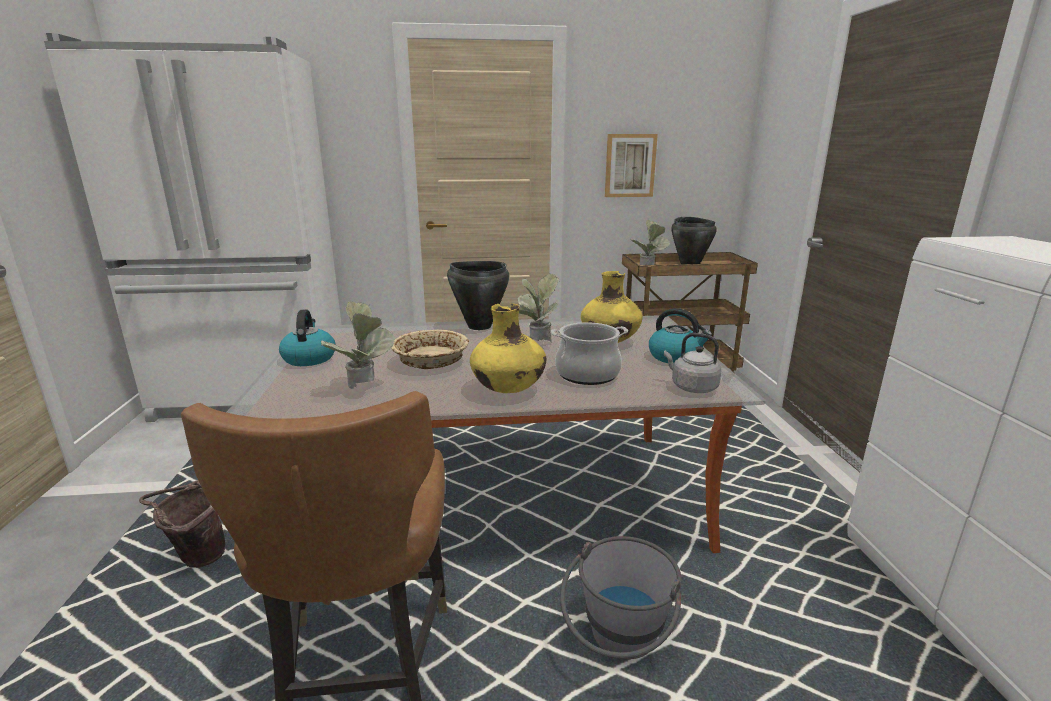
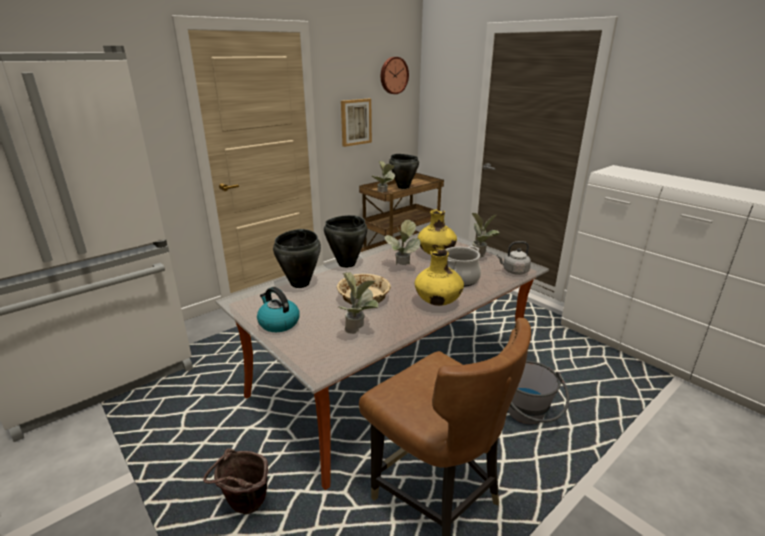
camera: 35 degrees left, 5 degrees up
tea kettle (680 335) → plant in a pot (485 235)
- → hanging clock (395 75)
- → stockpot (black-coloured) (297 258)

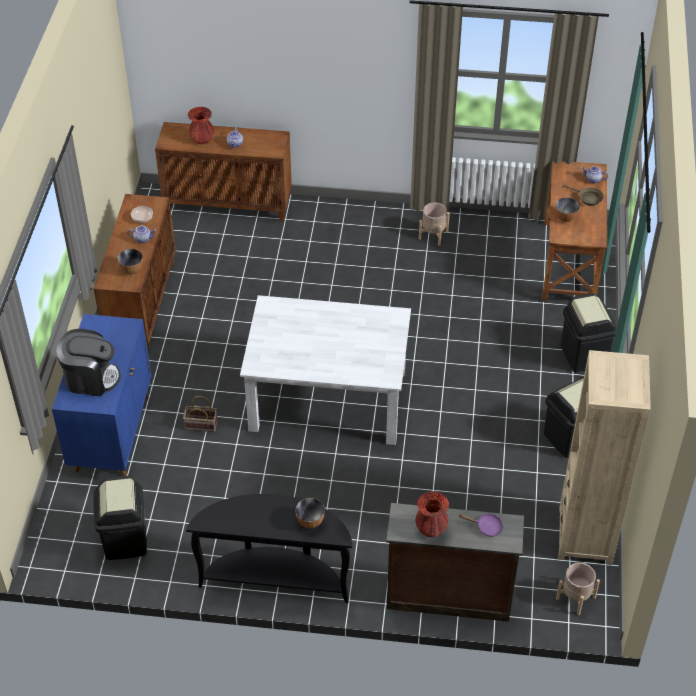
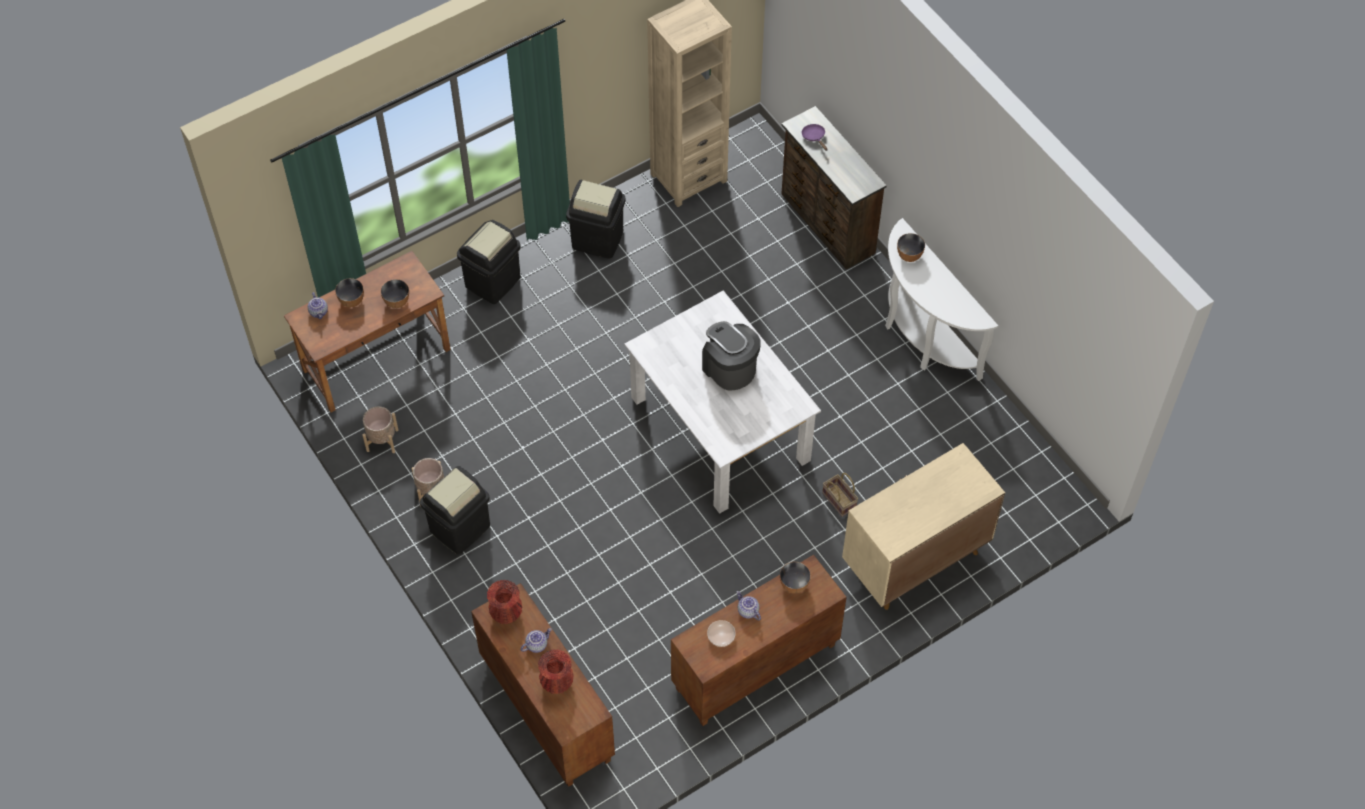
camera: 130 degrees left, 10 degrees up
skillet (brown) (584 195) → bowl (349 292)
cupboard (blue) (102 395) → cupboard (beige) (923 526)
coffee machine (88 362) → coffee machine (731 355), relocated
rubbish bin (black-coloured) (120 518) → rubbish bin (black-coloured) (455 510), relocated
flower vase (red-coloured) (432 514) → flower vase (red-coloured) (504 602), relocated
hall table (black-coloured) (269 548) → hall table (white-coloured) (941 299)
planter (beige) (578 588) → planter (beige) (380 429), relocated

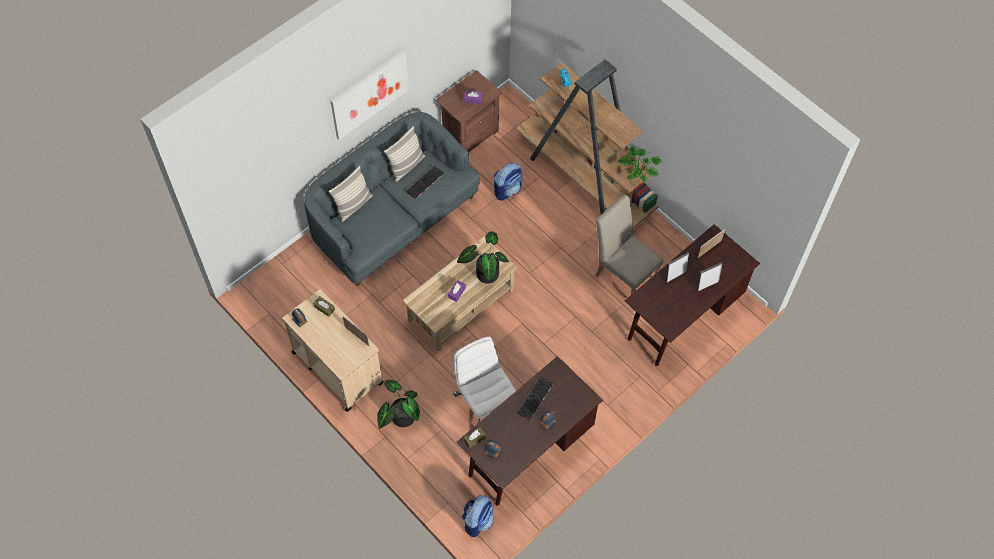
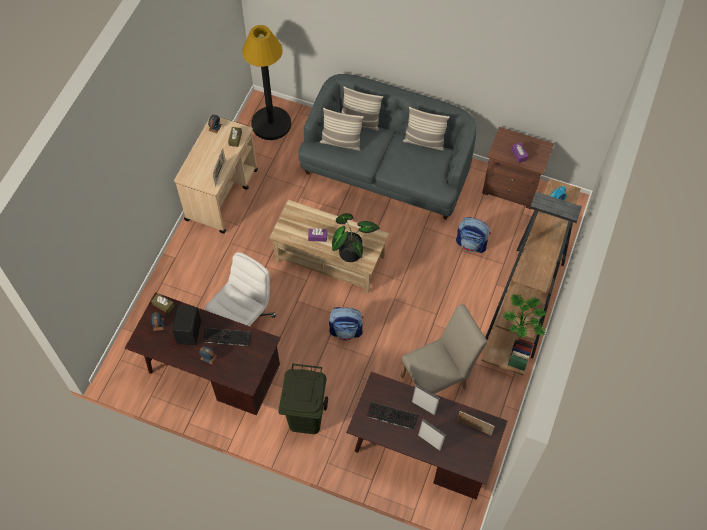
camera: 65 degrees right, 0 degrees up
wall picture (369 95) → -
PC keyboard (425 182) → PC keyboard (392 415), relocated
chair (beige) (629 244) → chair (beige) (444 349), 45 degrees clockwise
plant in a pot (399 404) → -
knapsack (478 515) → knapsack (346 324), relocated
- → standing lamp (black-coloured) (266 82)
- → throw pillow (342 129)
- → speaker (black-coloured) (186 325)
- → rubbish bin (greenish) (303 398)

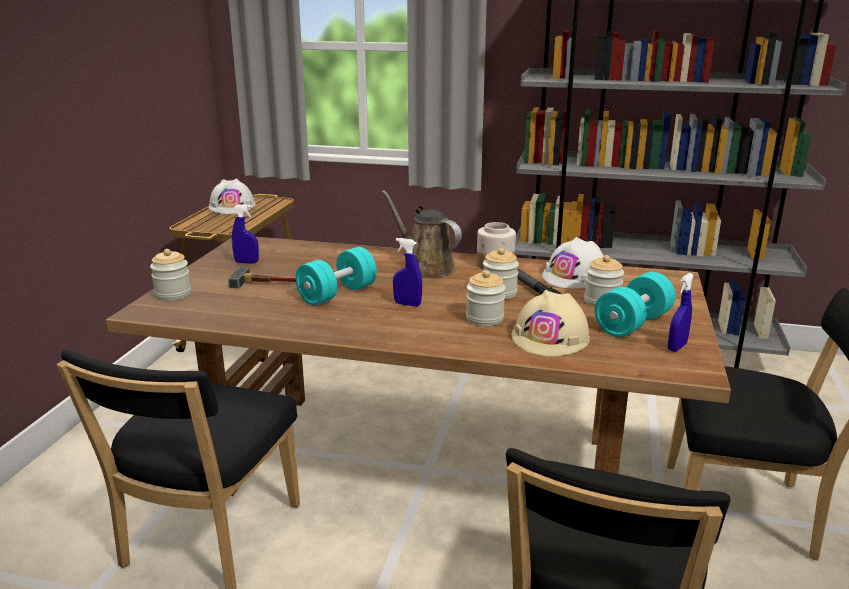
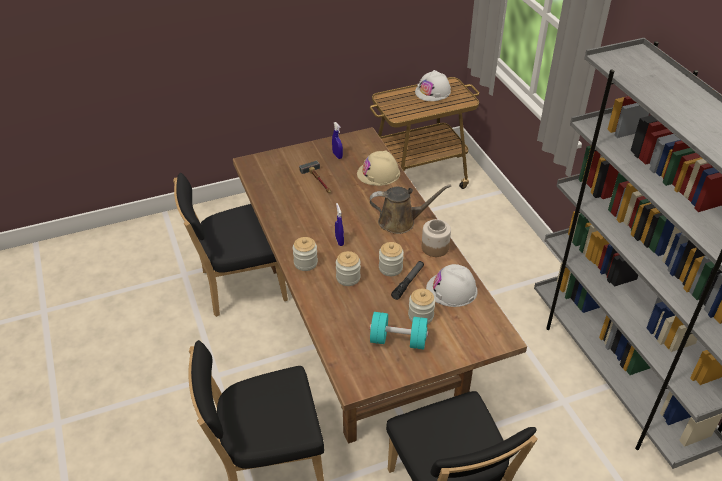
camera: 55 degrees right, 20 degrees up
watering pot (brown) (422 233) → watering pot (brown) (410 209), 75 degrees clockwise
free weight (turquoise-coloured) (336 276) → -
jar (170 275) → jar (305 254), relocated
spray bottle (blue) (681 312) → -
work helmet (beige) (550 323) → work helmet (beige) (378 168), relocated

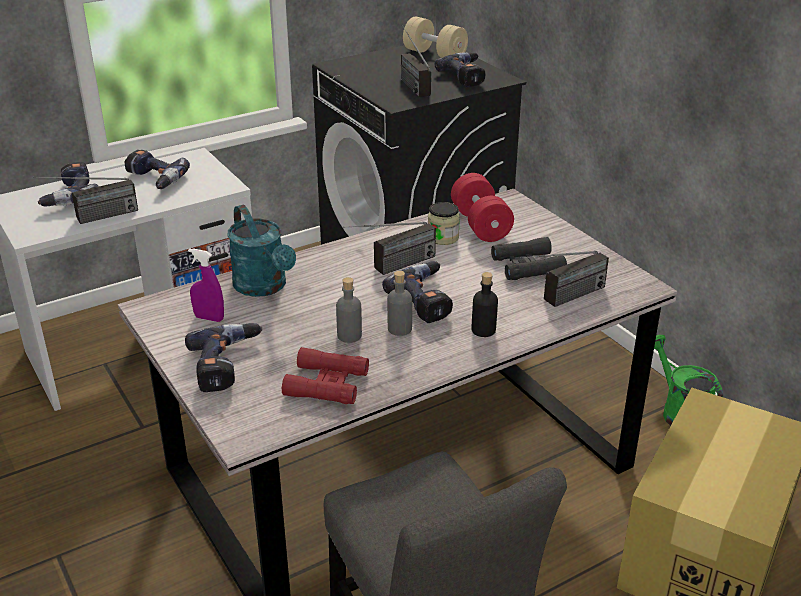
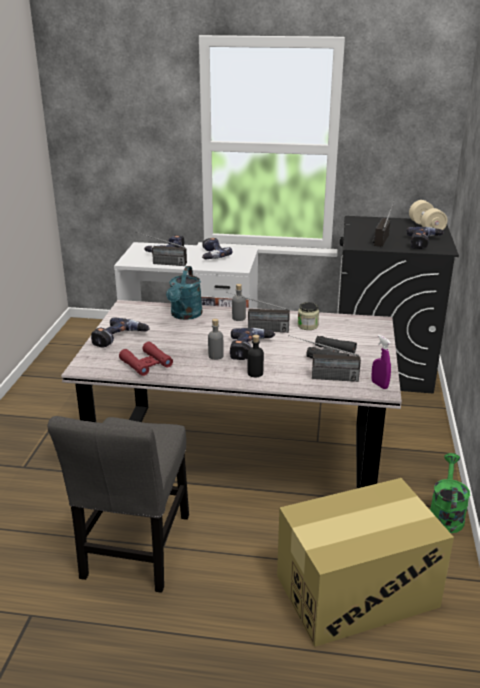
camera: 40 degrees right, 5 degrees down
free weight (red-coloured) (482 207) → -
spray bottle (purple) (206 285) → spray bottle (purple) (381 362), relocated
drink bottle (gray) (349 310) → drink bottle (gray) (239 302), relocated

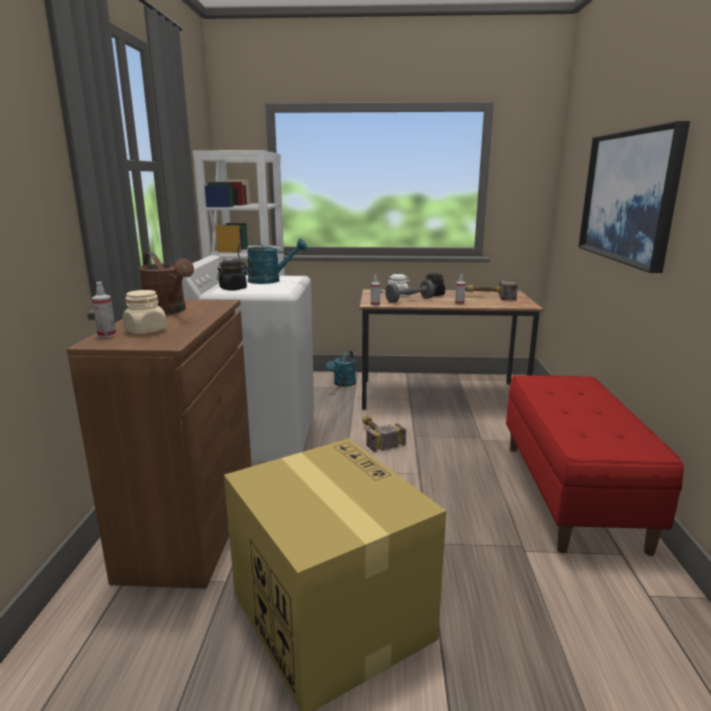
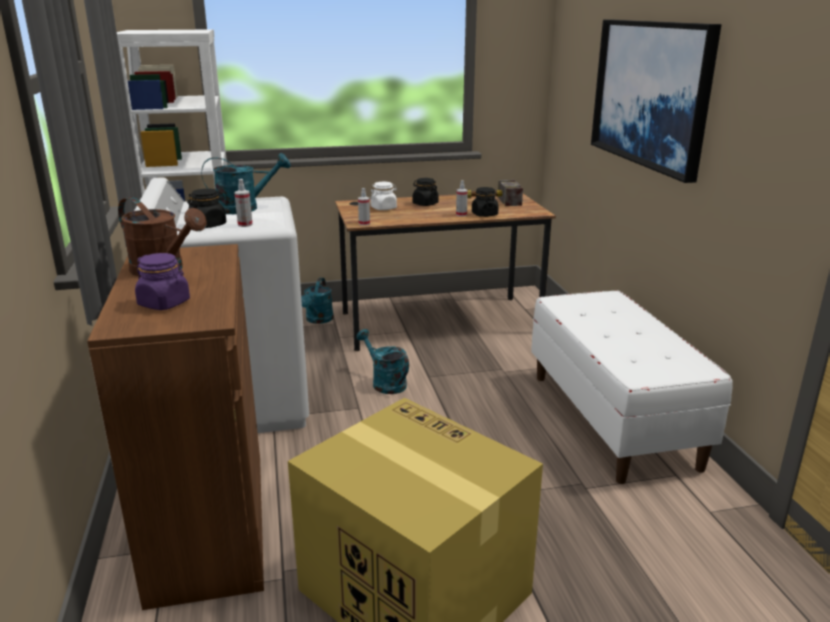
camera: 15 degrees left, 5 degrees up
free weight (gray) (410 291) → -
spray bottle (104 310) → spray bottle (243 203), relocated
jar (beige) (145 312) → jar (purple) (162 281)
bench (red-coloured) (595 465) → bench (white-coloured) (632 387)
hand hammer (384 434) → watering pot (turquoise-coloured) (382 361)
- → jar (black-coloured) (485 202)

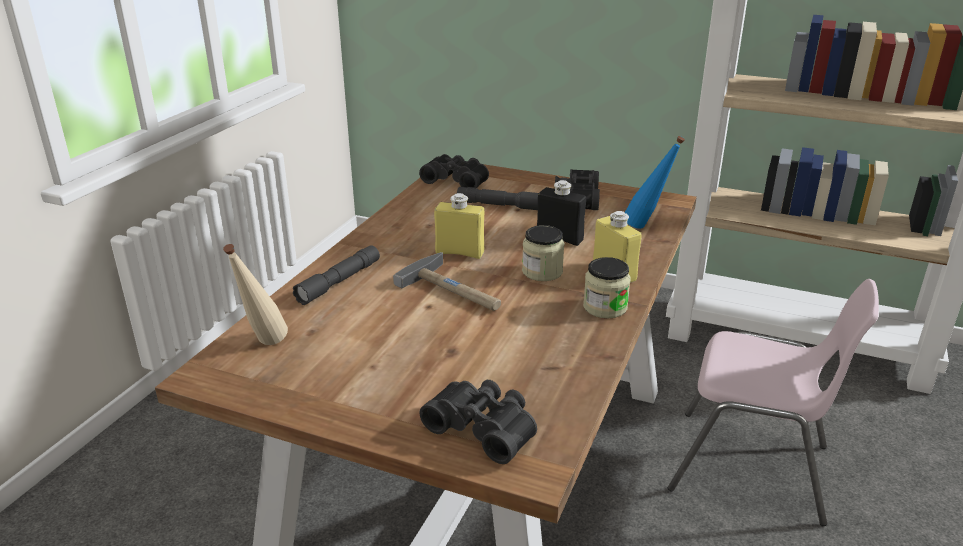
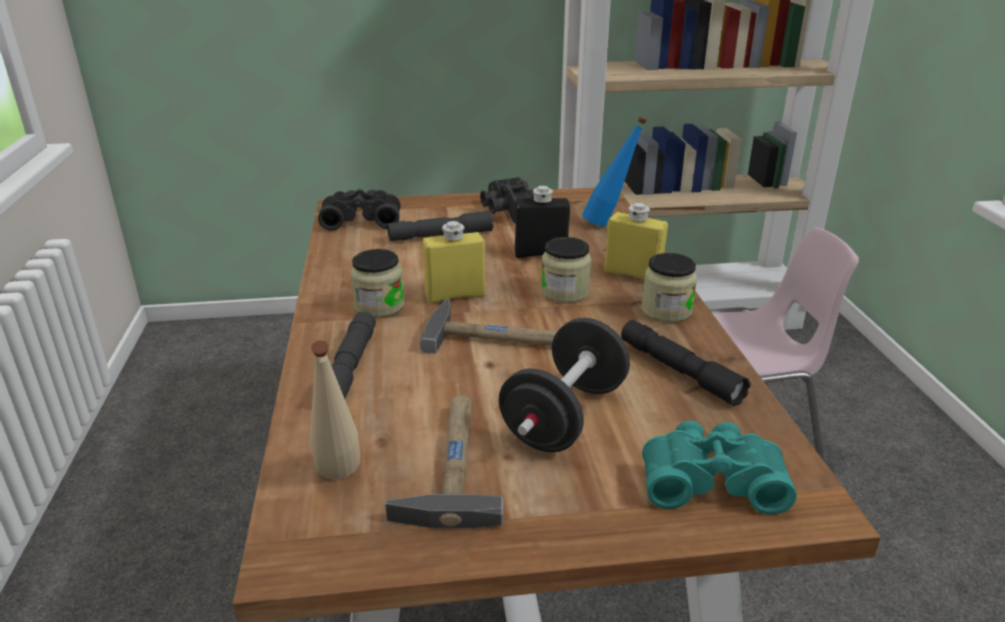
camera: 30 degrees left, 0 degrees up
field glasses (black-coloured) (478 422) → field glasses (turquoise-coloured) (719 467)
- → jar (377 283)
- → free weight (black-coloured) (564 385)
- → flashlight (black-coloured) (686 363)
- → hand hammer (444 462)

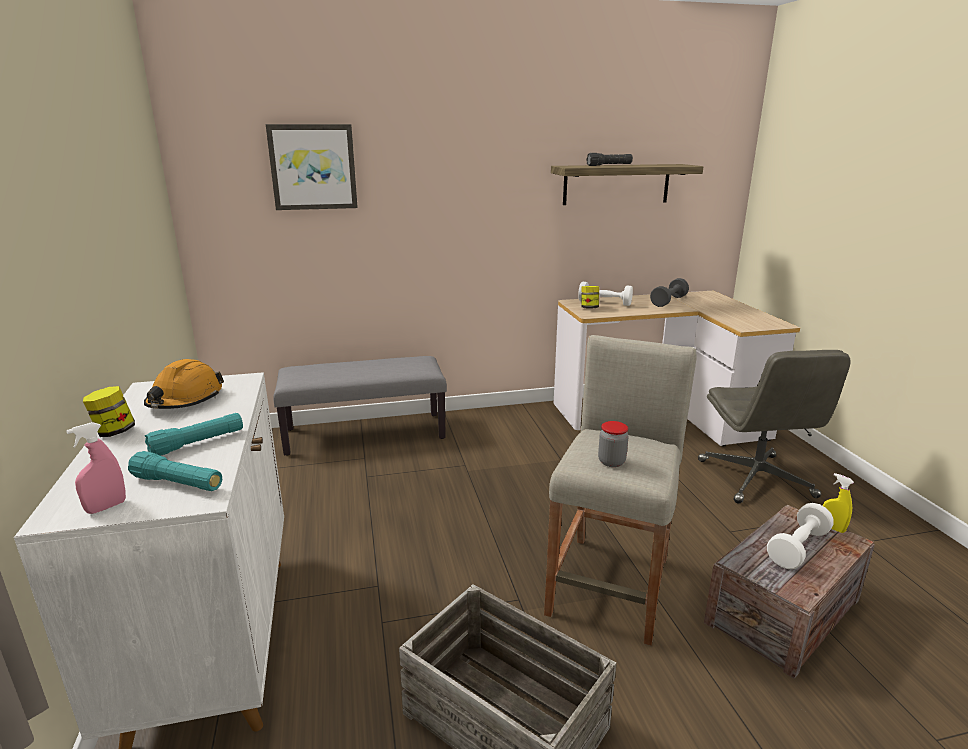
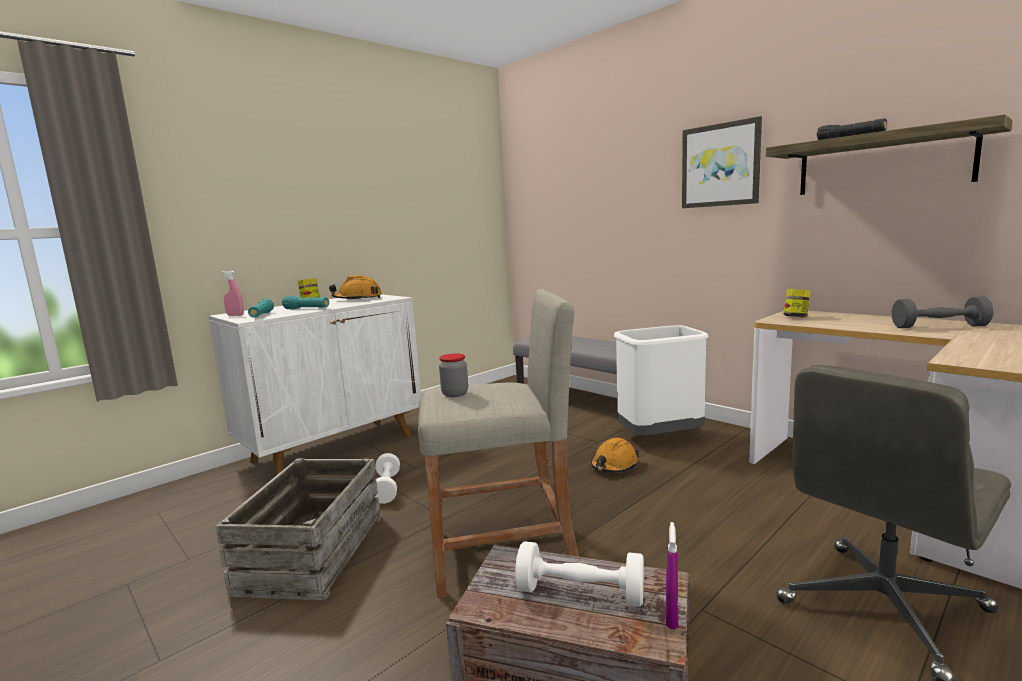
camera: 60 degrees right, 10 degrees down
wall picture (312 167) → wall picture (722 162), relocated
free weight (white-coloured) (605 294) → free weight (white-coloured) (387 478), relocated
spray bottle (yellow) (838 503) → spray bottle (purple) (672 575)
- → rubbish bin (white-coloured) (661 380)
- → work helmet (orangey) (615 455)

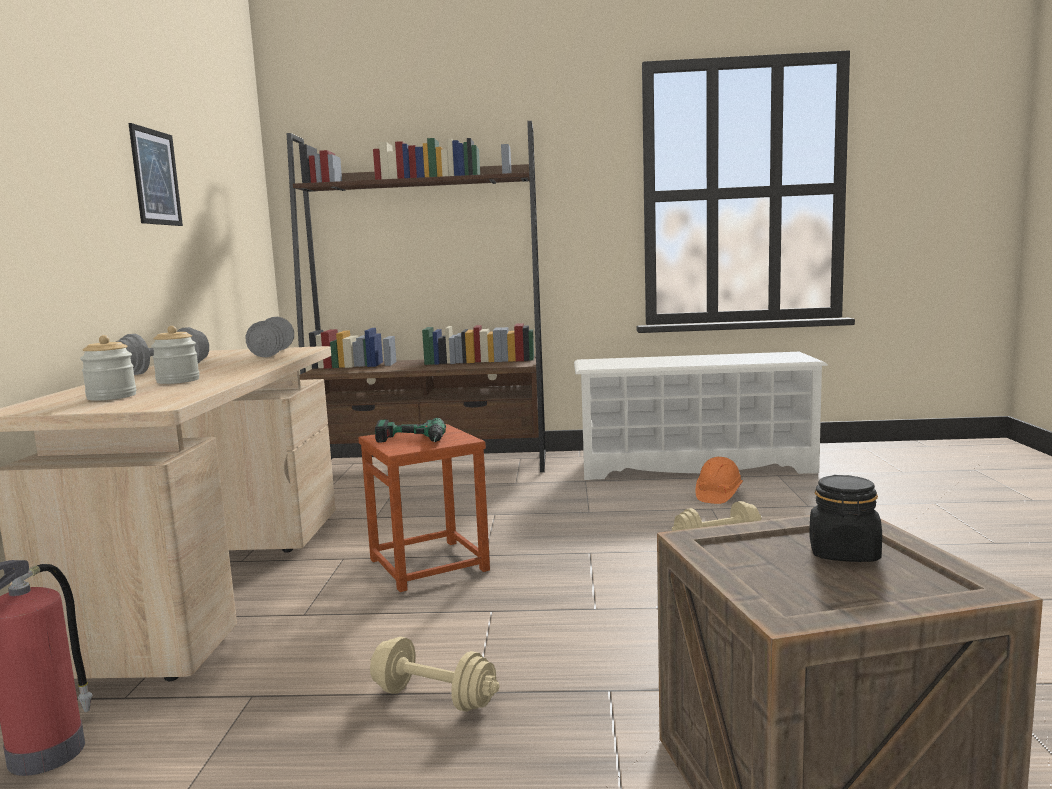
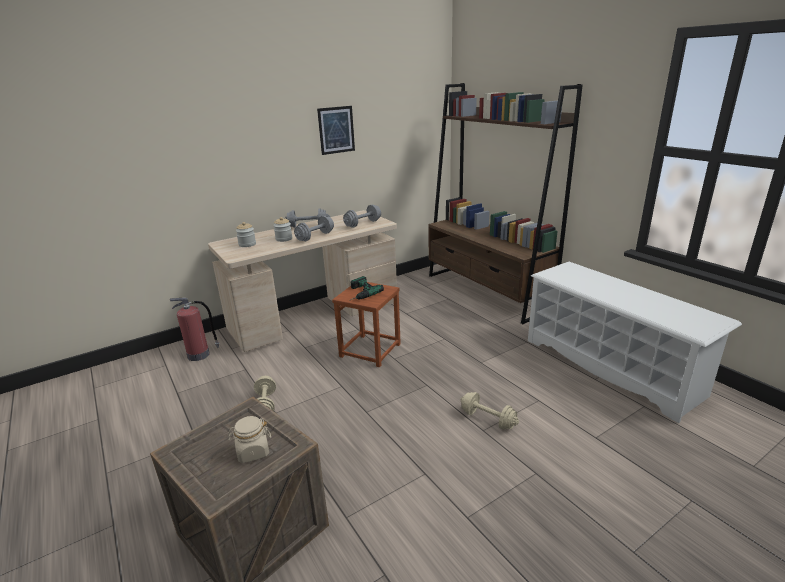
camera: 55 degrees right, 15 degrees up
work helmet (orangey) (719 480) → -
jar (black-coloured) (845 518) → jar (beige) (249 439)
- → free weight (gray) (314 228)

